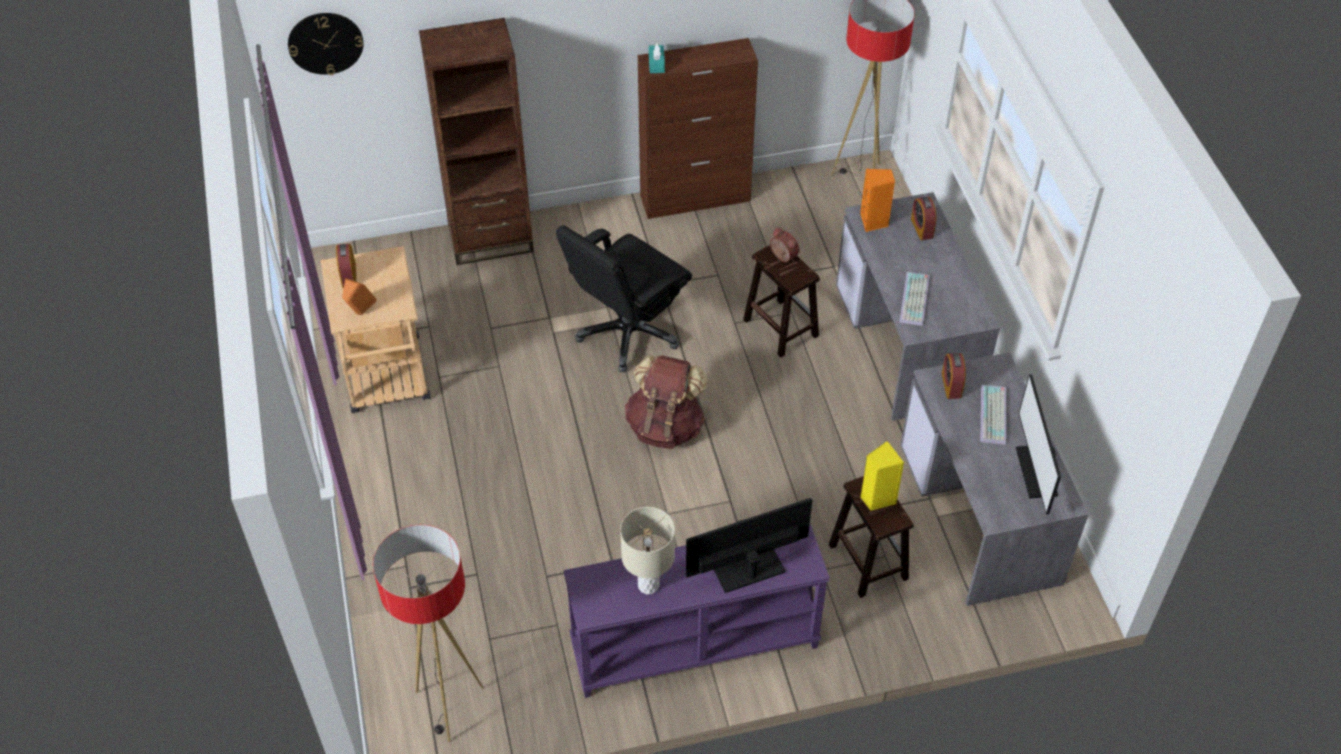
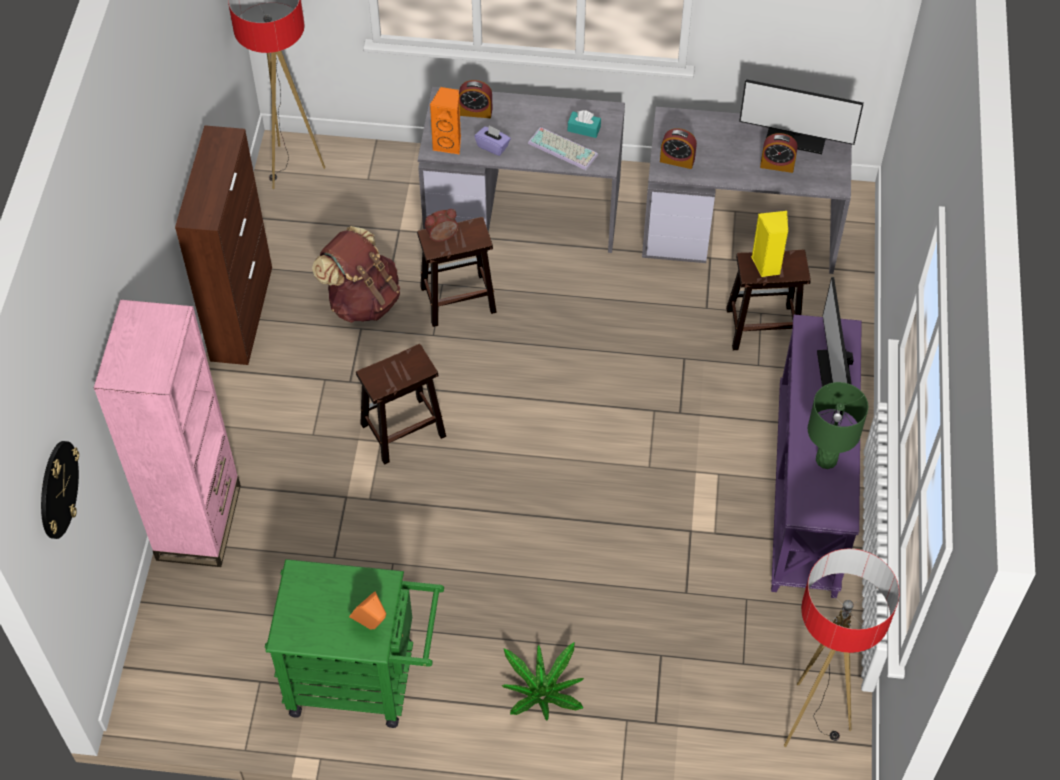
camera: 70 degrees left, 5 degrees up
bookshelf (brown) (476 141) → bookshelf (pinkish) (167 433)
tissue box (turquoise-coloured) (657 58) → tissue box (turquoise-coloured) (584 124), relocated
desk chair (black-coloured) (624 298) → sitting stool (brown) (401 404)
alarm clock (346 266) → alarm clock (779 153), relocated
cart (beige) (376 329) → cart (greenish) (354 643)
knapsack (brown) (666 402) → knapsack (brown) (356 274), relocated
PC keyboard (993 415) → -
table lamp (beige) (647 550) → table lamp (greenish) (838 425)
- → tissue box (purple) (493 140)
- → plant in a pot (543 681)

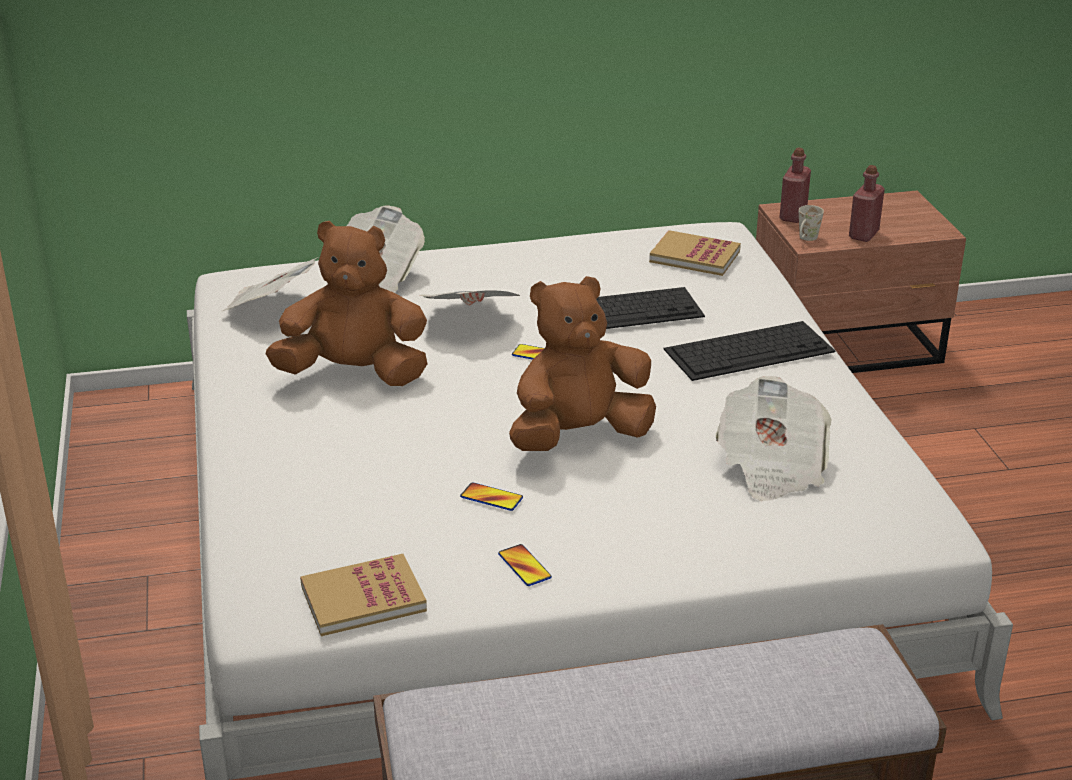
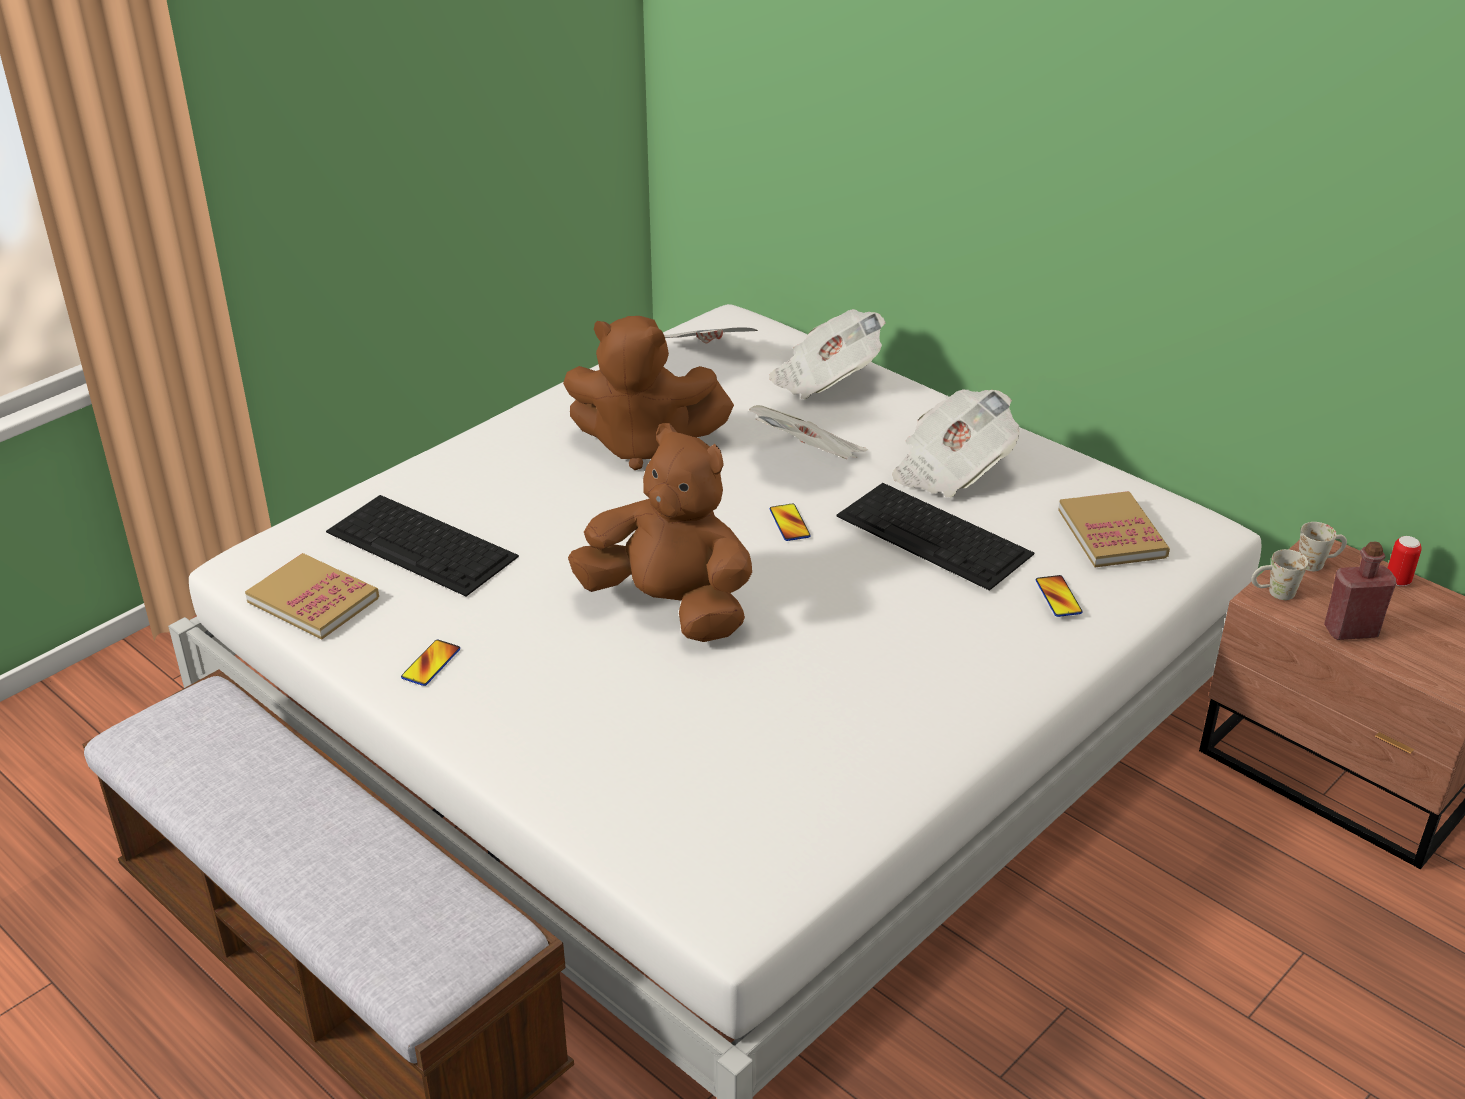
camera: 55 degrees right, 5 degrees up
drink bottle (red-coloured) (795 185) → mug (white-coloured) (1323 546)
plush toy (brown) (346 303) → plush toy (brown) (648 393), 135 degrees clockwise
PC keyboard (749 351) → PC keyboard (422 546), relocated
printed paper (773 438) → printed paper (956 443), relocated
telephone (491 496) → telephone (1059 596), relocated
- → can (1405 561)

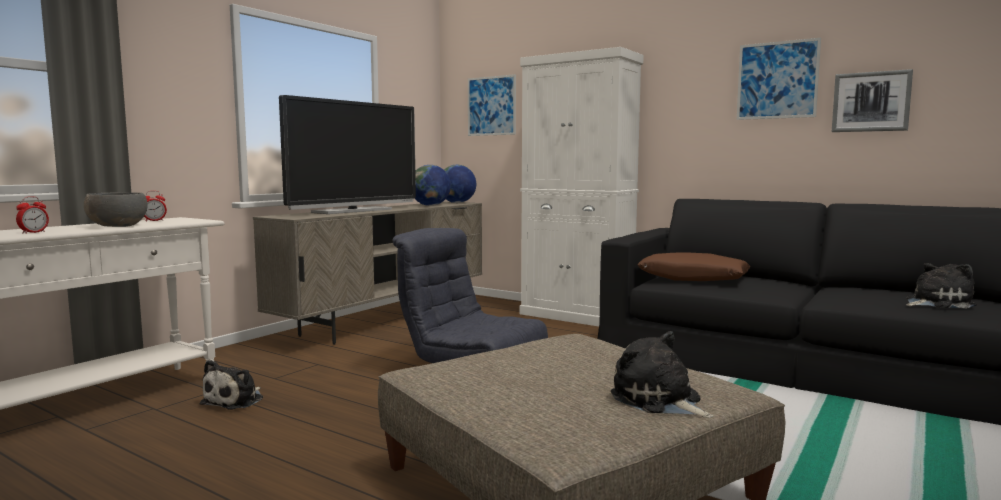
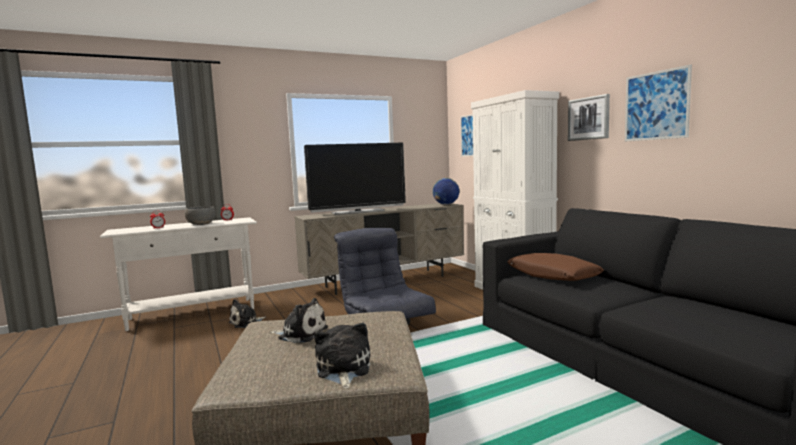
camera: 30 degrees right, 0 degrees up
wall picture (872 100) → wall picture (589 117), relocated
globe (433 185) → -
plush toy (941 286) → plush toy (299 320), relocated

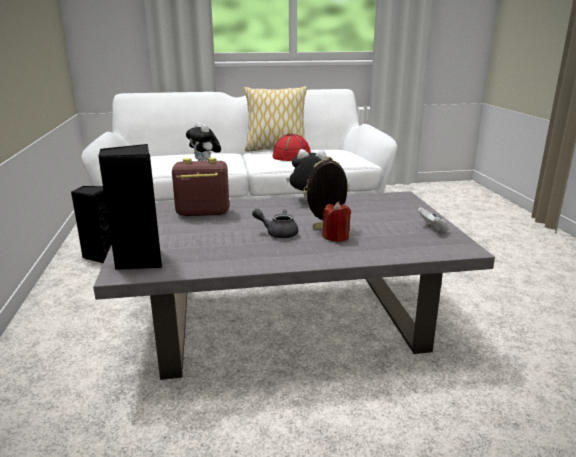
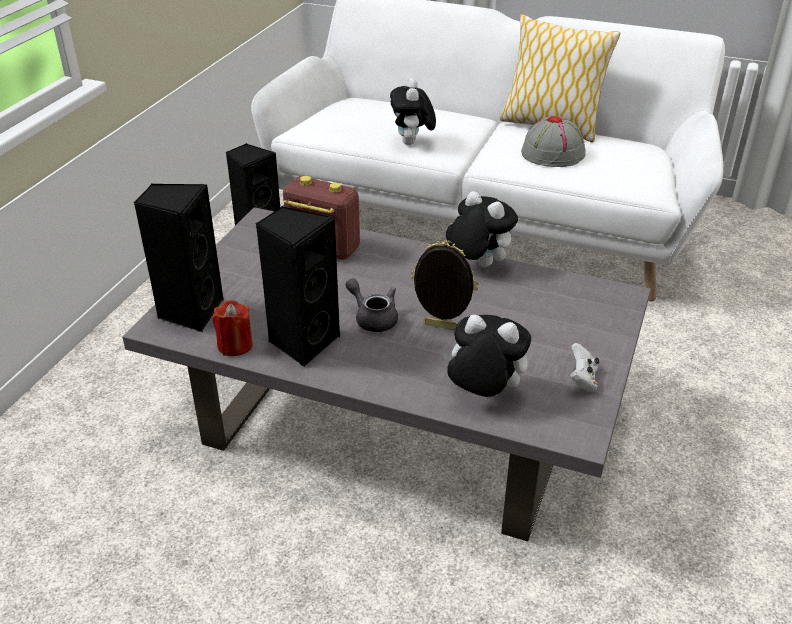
camera: 30 degrees right, 15 degrees up
clothing hat (red-coloured) (292 147) → clothing hat (gray) (553 141)
wax candle (red-coloured) (336 222) → wax candle (red-coloured) (232 328), relocated
- → speaker (black-coloured) (298 286)
- → plush toy (487 356)

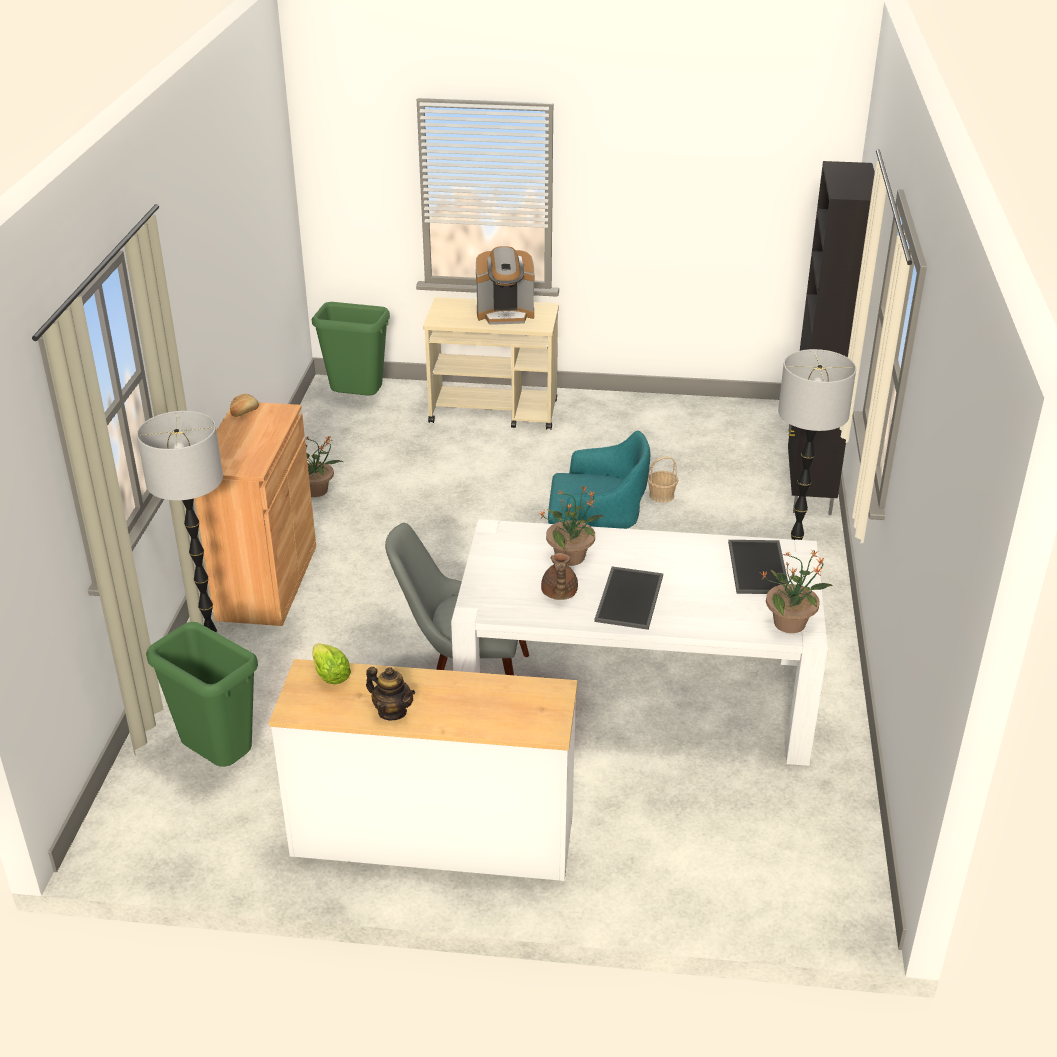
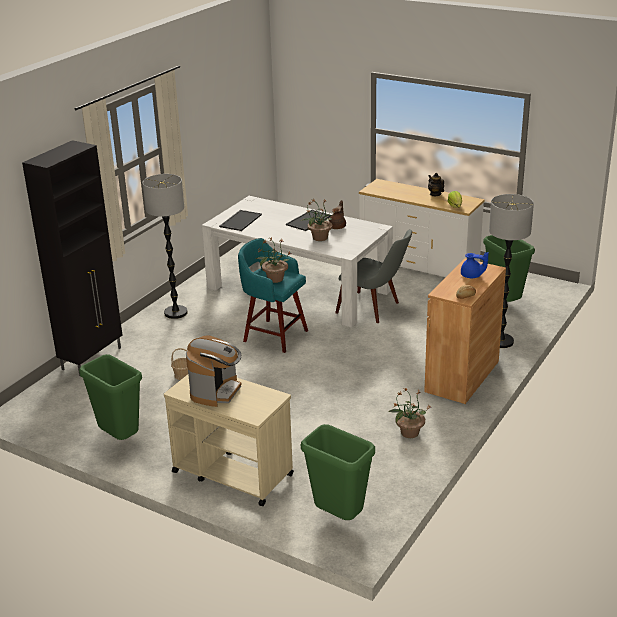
camera: 155 degrees left, 5 degrees down
coffee machine (505 285) → coffee machine (214 371), 90 degrees clockwise
plant in a pot (796 591) → plant in a pot (274 260), relocated
- → tea pot (blue) (475 265)
- → rubbish bin (greenish) (110 397)

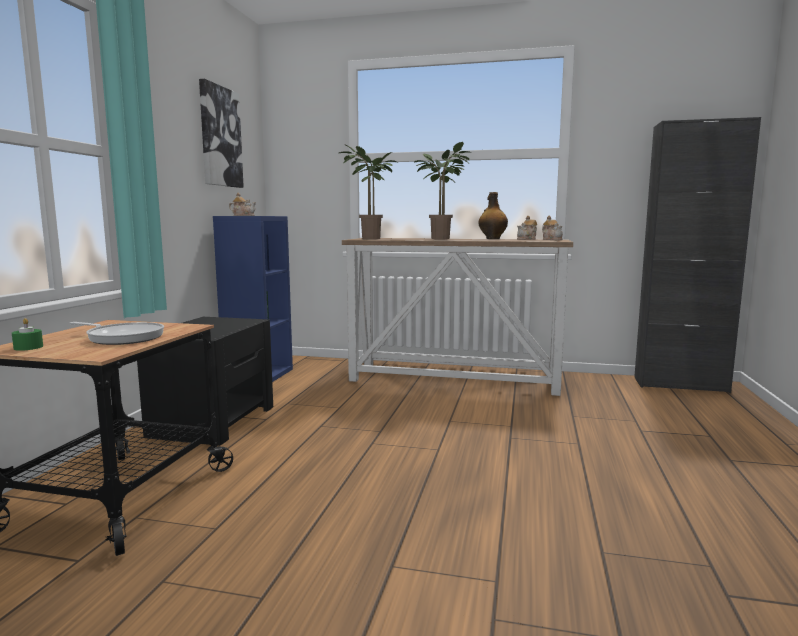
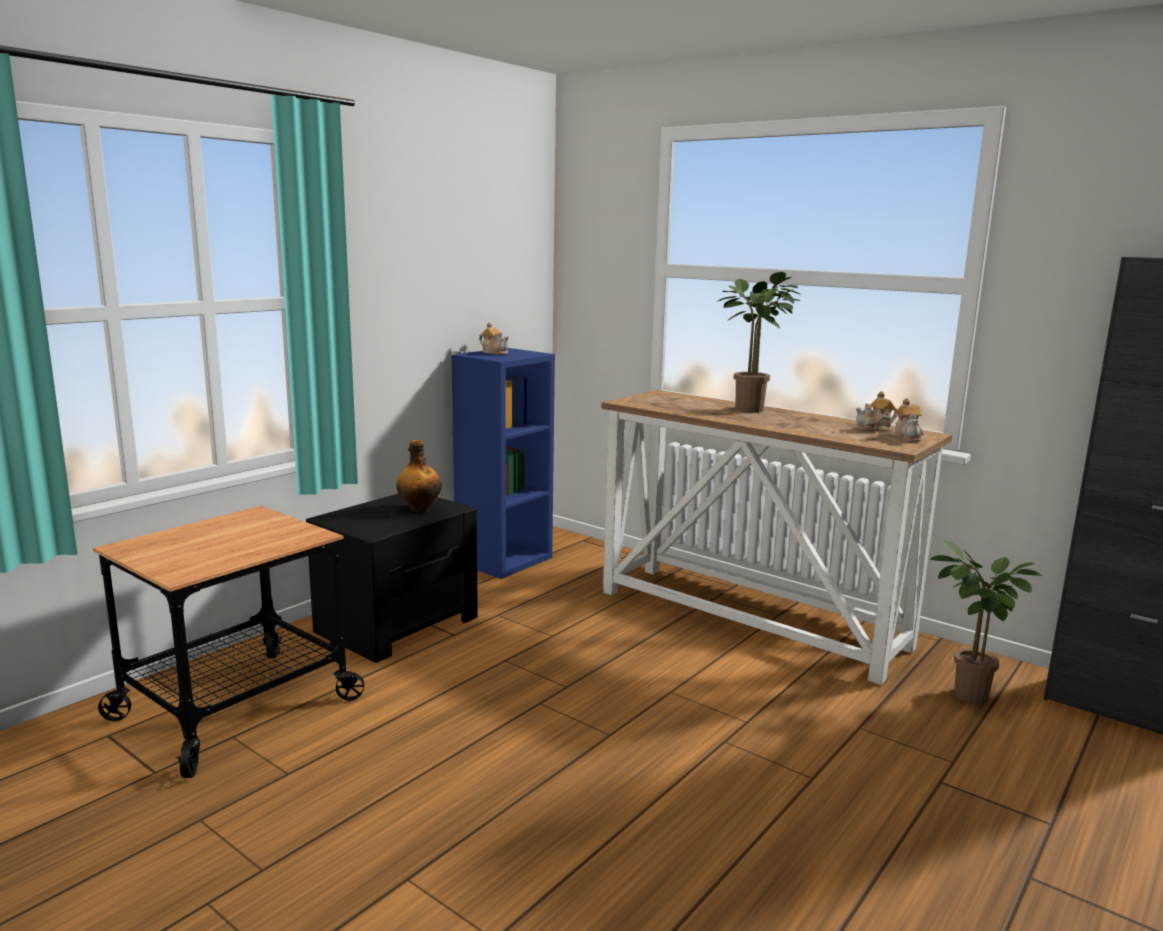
camera: 25 degrees right, 5 degrees up
wall picture (221 133) → -
plant in a pot (368 191) → plant in a pot (986 622), relocated
drink bottle (493 215) → drink bottle (419 476), relocated
wax candle (greenish) (27 334) → -
skillet (117 333) → -

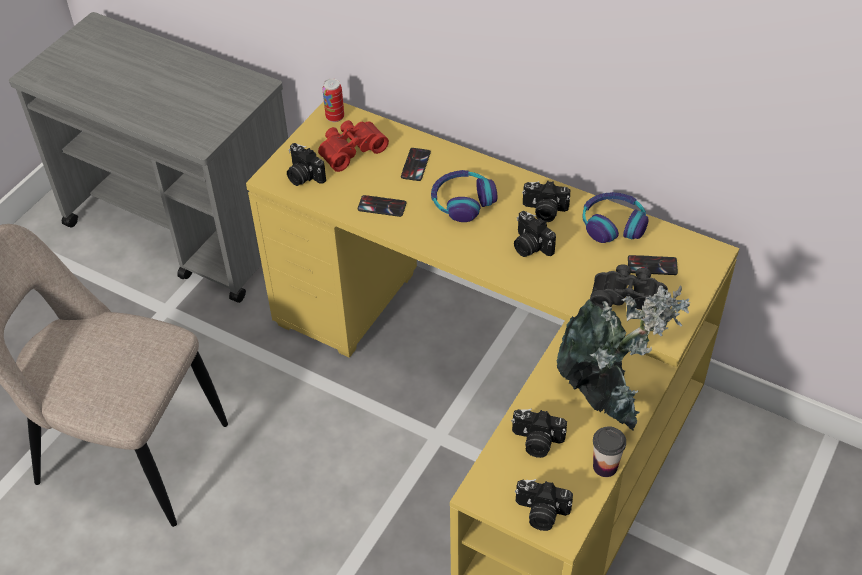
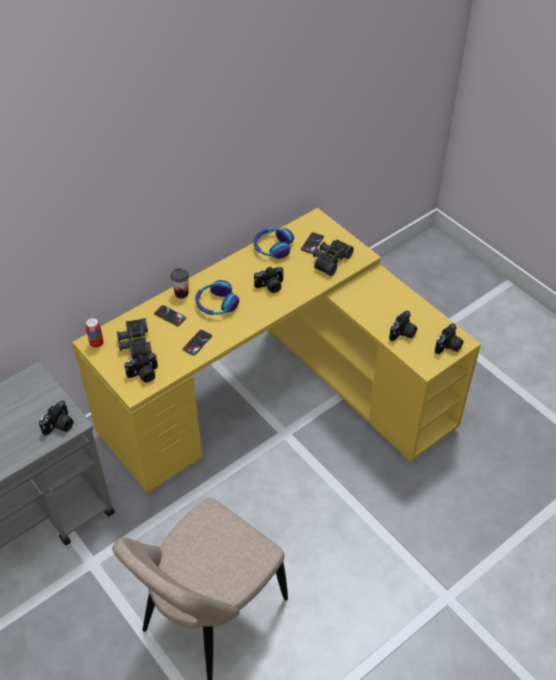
camera: 70 degrees left, 0 degrees up
field glasses (red-coloured) (353 146) → field glasses (black-coloured) (134 338)
still camera (546 201) → still camera (56 418), relocated
plant in a pot (623 358) → -
small cup (609 451) → small cup (180 283), relocated

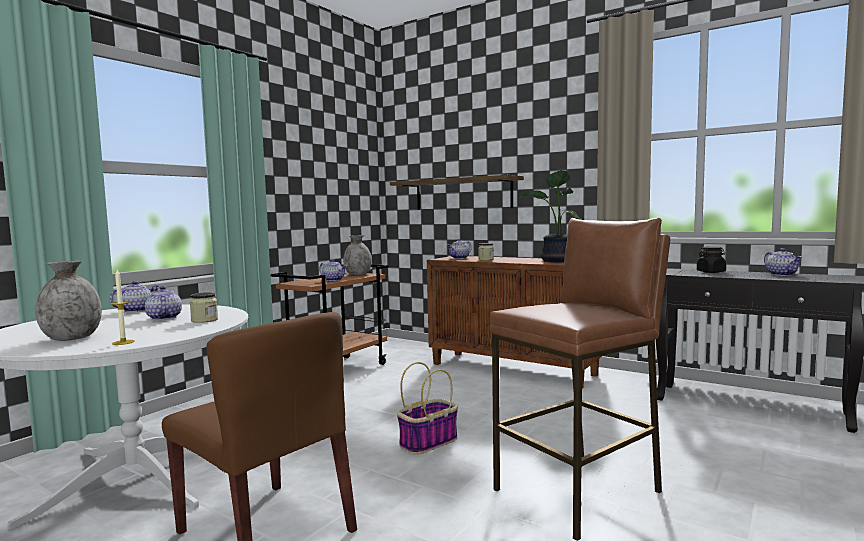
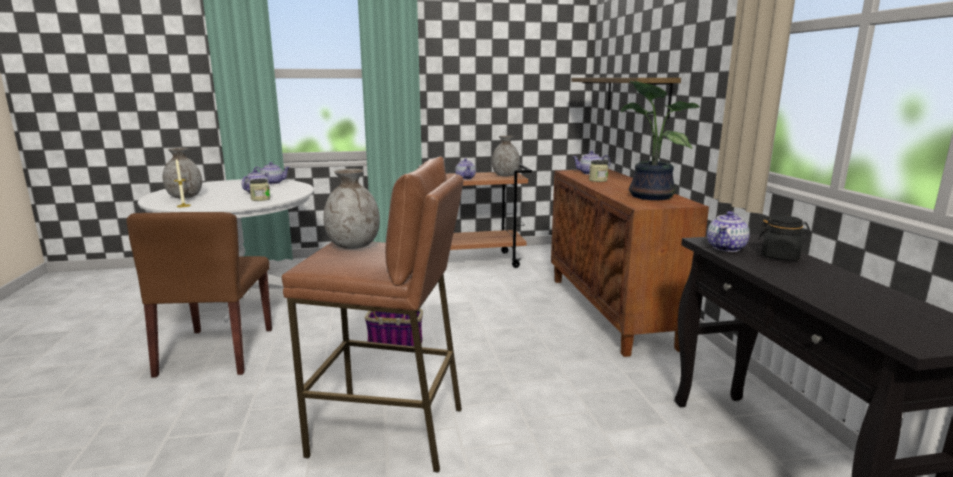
camera: 45 degrees right, 10 degrees up
tea pot (783 262) → tea pot (728 231), relocated
- → flower vase (gray) (351 209)

